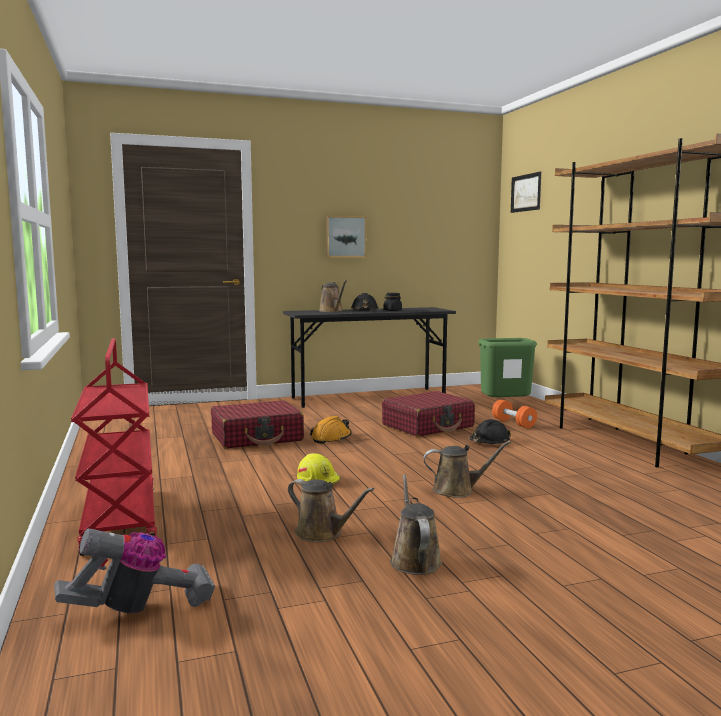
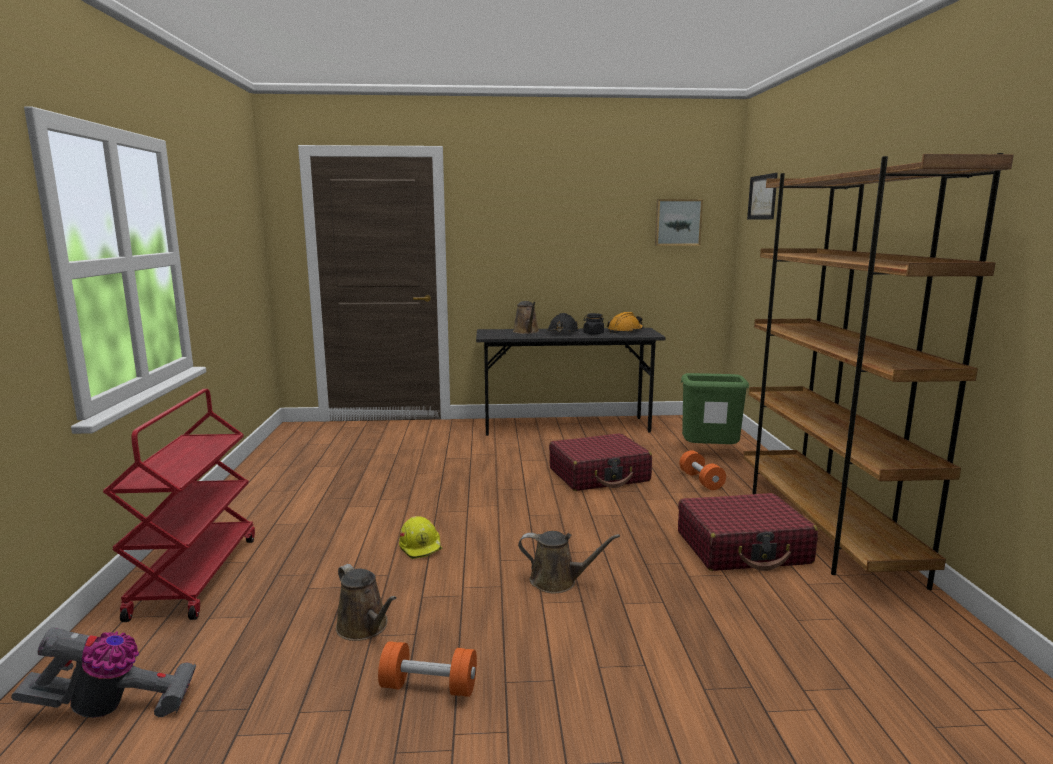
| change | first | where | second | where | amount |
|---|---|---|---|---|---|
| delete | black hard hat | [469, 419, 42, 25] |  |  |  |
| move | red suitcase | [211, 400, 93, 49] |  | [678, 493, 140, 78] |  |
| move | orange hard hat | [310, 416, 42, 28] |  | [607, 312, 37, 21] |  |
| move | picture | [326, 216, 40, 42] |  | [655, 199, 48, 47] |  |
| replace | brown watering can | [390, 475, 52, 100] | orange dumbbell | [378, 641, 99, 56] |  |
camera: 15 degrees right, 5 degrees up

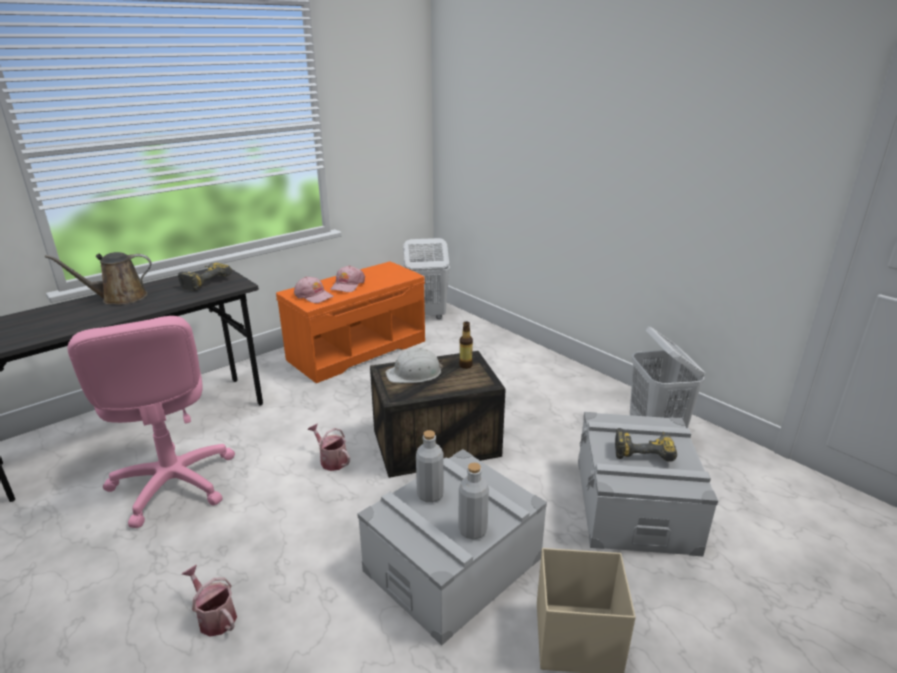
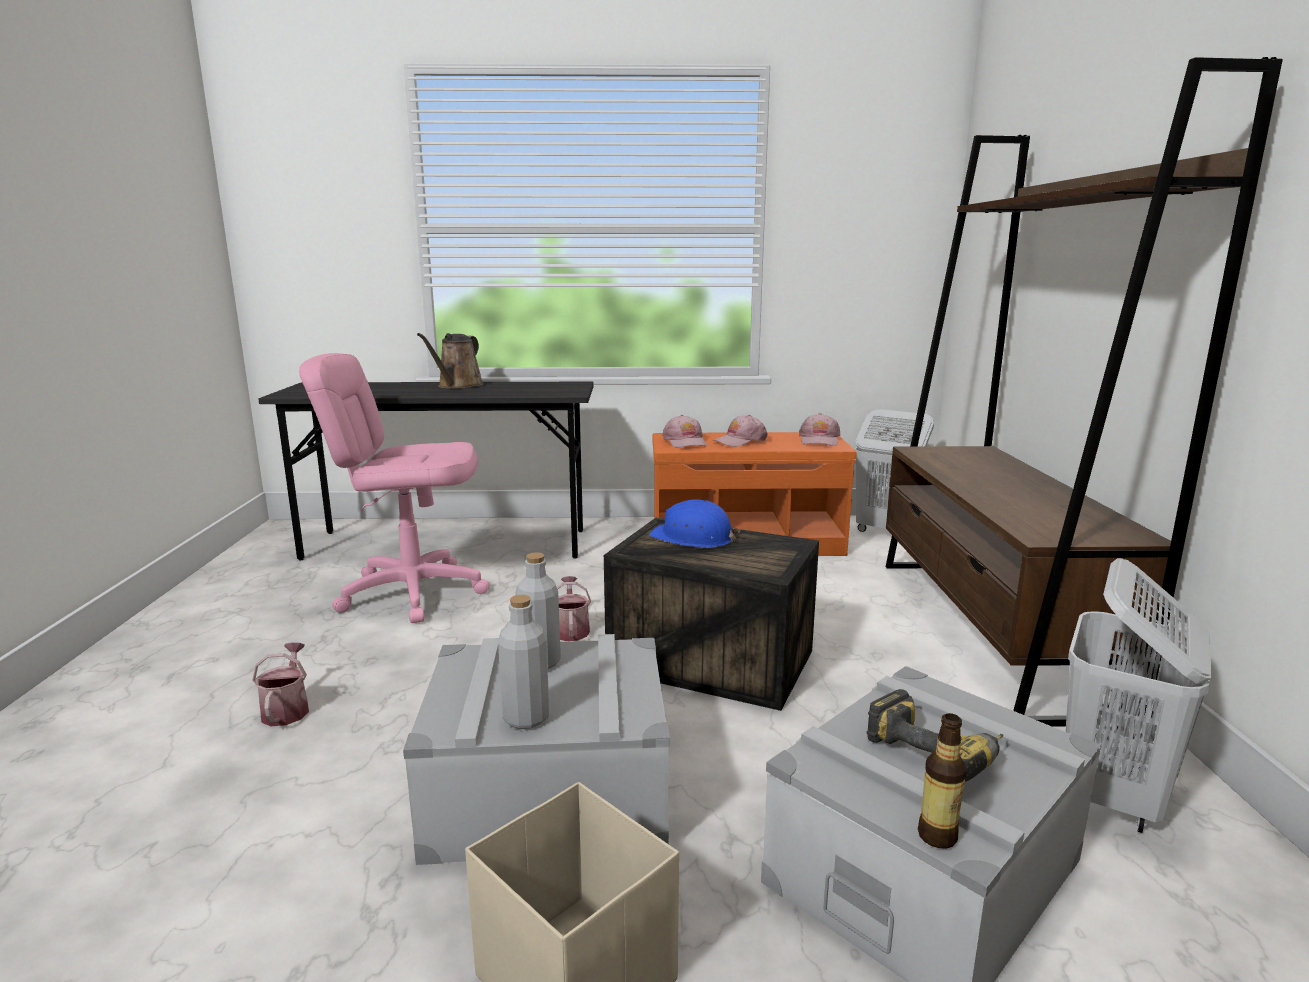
| change | first | where | second | where | amount |
|---|---|---|---|---|---|
| delete | power drill | [178, 263, 54, 28] |  |  |  |
| insert |  |  | pink cap | [799, 413, 41, 33] |  |
| insert |  |  | brown bookcase | [886, 57, 397, 670] |  |
| move | bottle | [459, 321, 14, 48] |  | [918, 713, 48, 136] |  |
| recolor | white hard hat | [385, 348, 58, 35] | blue hard hat | [649, 499, 91, 49] |  |
| rotate | brown watering can | [45, 252, 106, 53] |  | [417, 333, 67, 56] | 90 degrees counterclockwise |
| rotate | pink office chair | [67, 316, 168, 212] |  | [299, 353, 191, 270] | 75 degrees clockwise |
camera: 40 degrees right, 10 degrees down

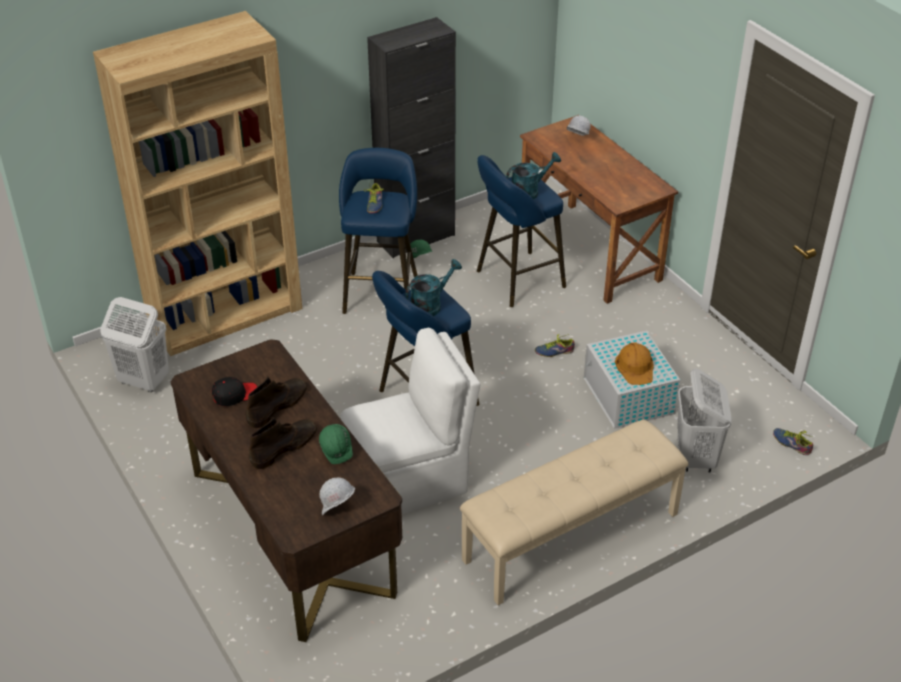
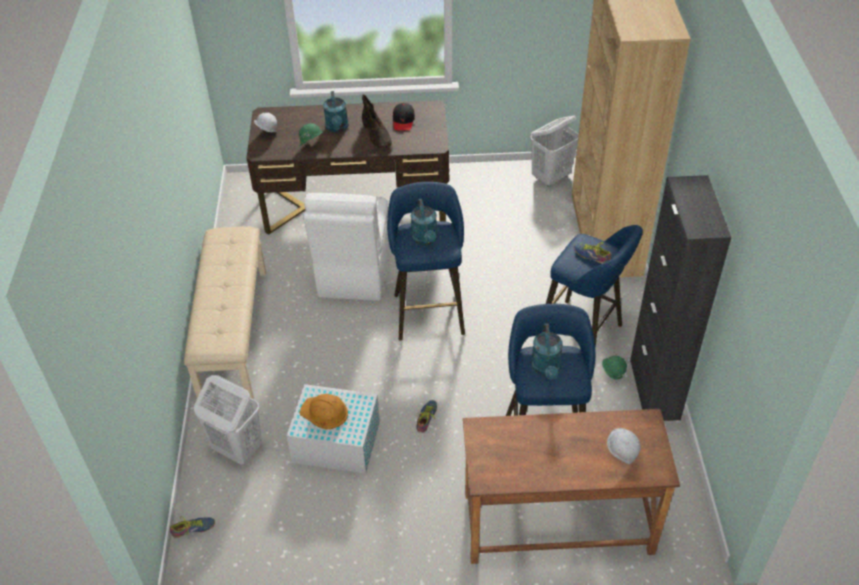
| change | first | where | second | where | amount |
|---|---|---|---|---|---|
| replace | brown boot | [249, 417, 68, 52] | turquoise watering can | [323, 91, 26, 42] |  |
camera: 120 degrees right, 5 degrees up

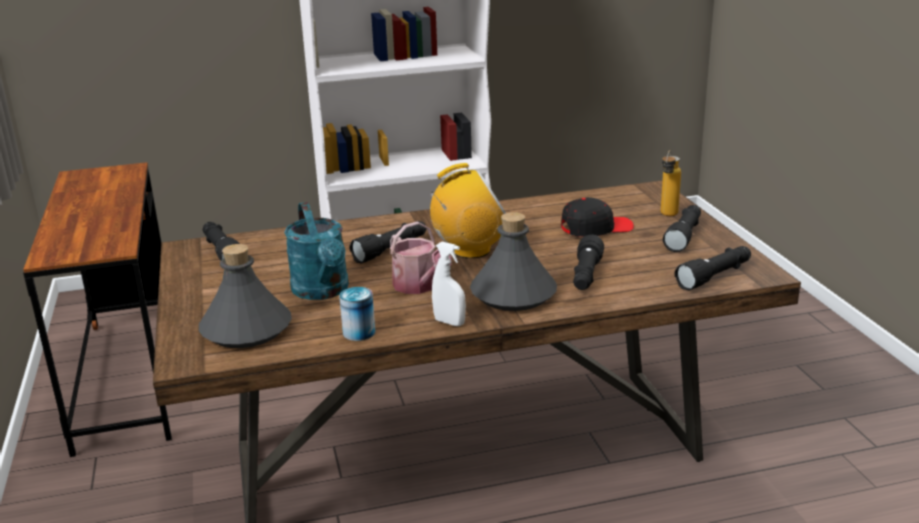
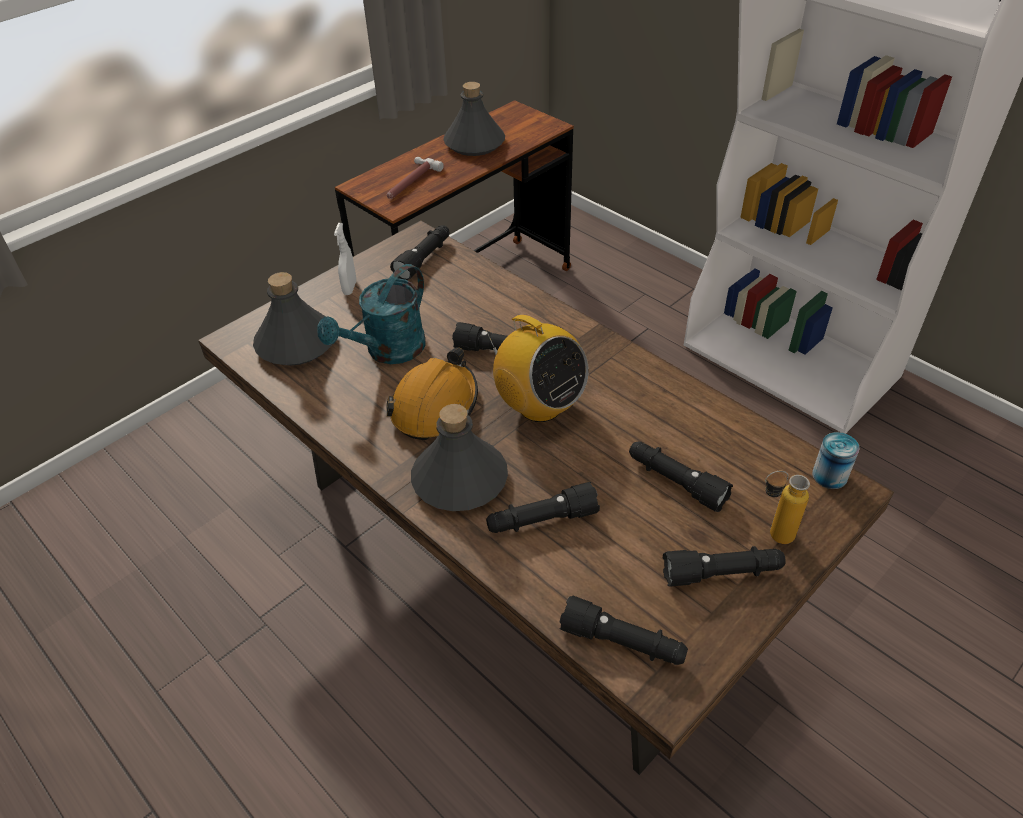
| change | first | where | second | where | amount |
|---|---|---|---|---|---|
| insert |  |  | hammer | [387, 157, 57, 42] |  |
| insert |  |  | grey bottle | [443, 82, 62, 74] |  |
| move | can | [339, 287, 36, 54] |  | [812, 432, 47, 57] |  |
| move | white spray bottle | [432, 242, 34, 84] |  | [334, 223, 22, 72] |  |
| replace | watering can | [390, 221, 62, 73] | orange hard hat | [386, 347, 92, 93] |  |
| replace | black cap | [561, 197, 73, 40] | black flashlight | [629, 442, 104, 70] |  |
camera: 60 degrees right, 20 degrees up

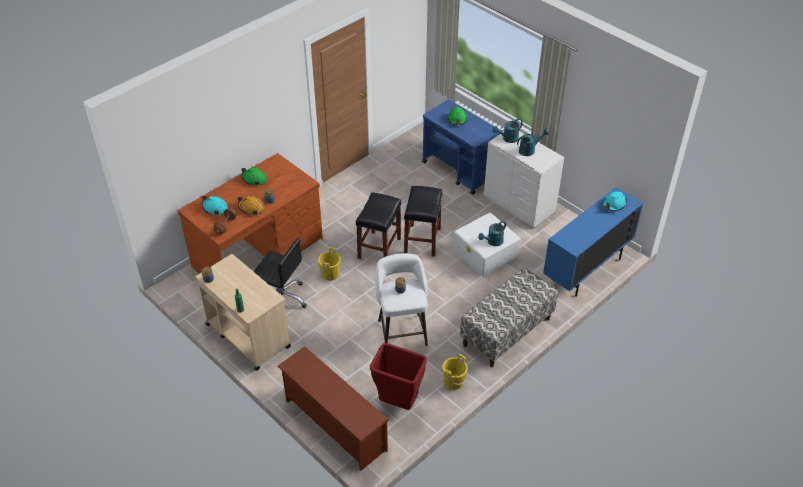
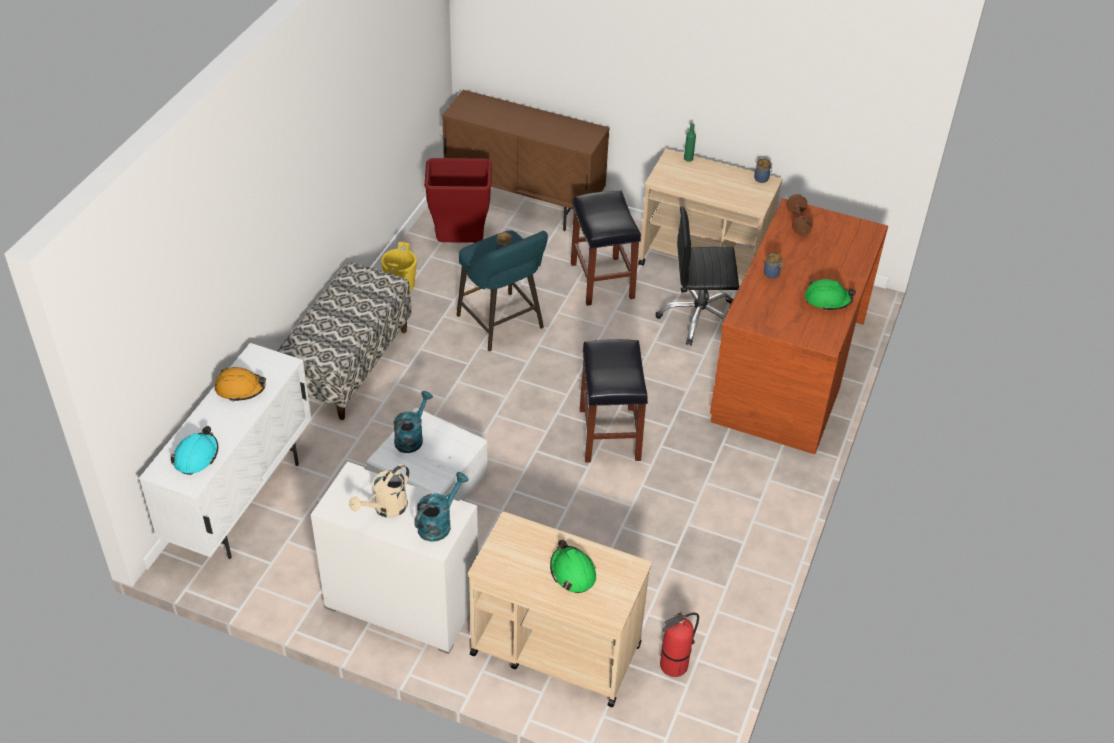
| change | first | where | second | where | amount |
|---|---|---|---|---|---|
| delete | turquoise hard hat | [202, 196, 26, 19] |  |  |  |
| delete | yellow bucket | [318, 247, 23, 33] |  |  |  |
| insert |  |  | fire extinguisher | [660, 611, 39, 66] |  |
| move | orange hard hat | [237, 196, 28, 19] |  | [215, 367, 51, 35] |  |
| move | black stool | [404, 186, 38, 71] |  | [571, 191, 70, 115] |  |
| replace | brown shoe rack | [278, 346, 111, 125] | brown cabinet | [442, 90, 168, 141] |  |
| recolor | white stool | [375, 253, 53, 93] | turquoise stool | [457, 230, 91, 122] |  |
| recolor | blue cart | [422, 99, 79, 96] | beige cart | [468, 512, 184, 195] |  |
| recolor | turquoise watering can | [517, 129, 32, 27] | beige watering can | [349, 464, 60, 54] |  |
| recolor | blue cabinet | [543, 187, 100, 110] | white cabinet | [139, 343, 173, 216] |  |
camera: 155 degrees right, 0 degrees up

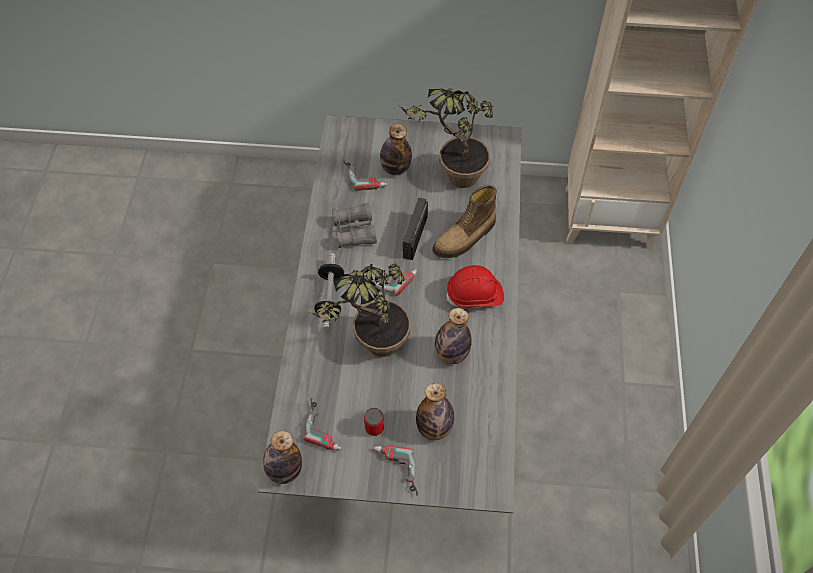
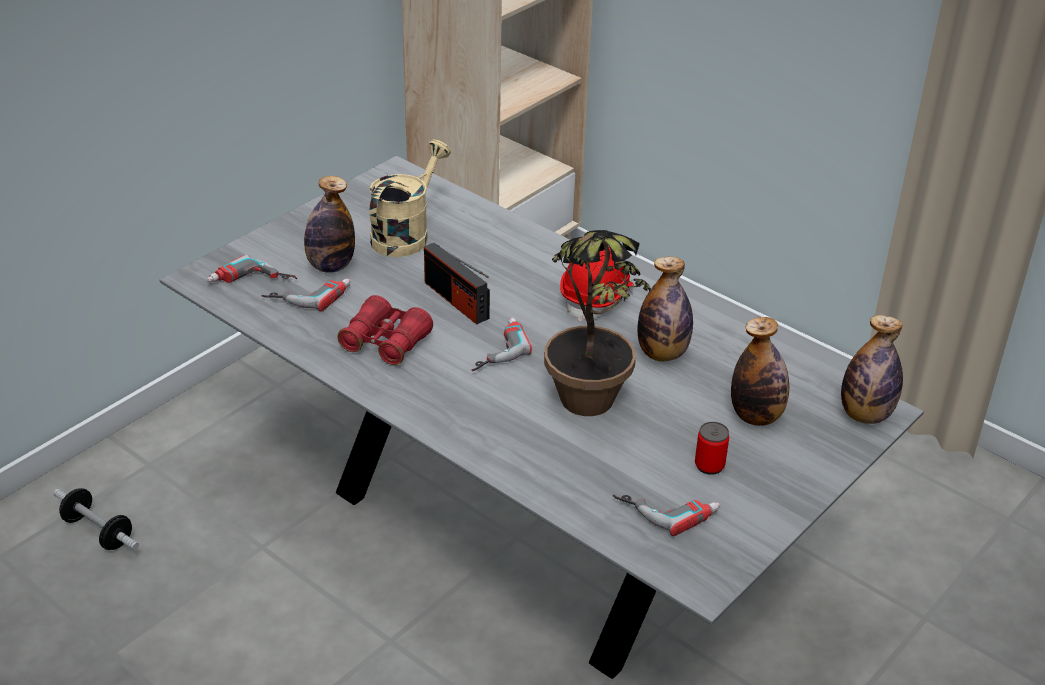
| change | first | where | second | where | amount |
|---|---|---|---|---|---|
| delete | boot | [432, 185, 65, 73] |  |  |  |
| move | bottle | [263, 430, 39, 54] |  | [841, 315, 62, 109] |  |
| move | dumbbell | [314, 253, 30, 76] |  | [54, 488, 85, 62] |  |
| move | power drill | [374, 445, 44, 51] |  | [207, 254, 90, 29] |  |
| replace | potted plant | [398, 88, 95, 100] | beige watering can | [369, 140, 82, 117] |  |
| recolor | grey binoculars | [332, 203, 45, 45] | red binoculars | [337, 295, 96, 70] |  |
camera: 55 degrees left, 20 degrees down

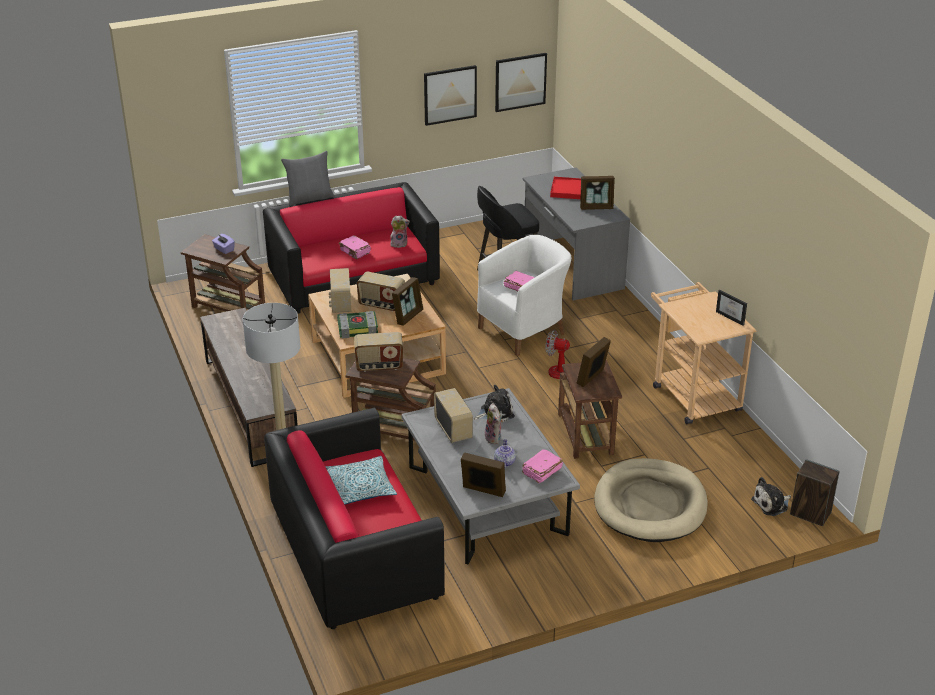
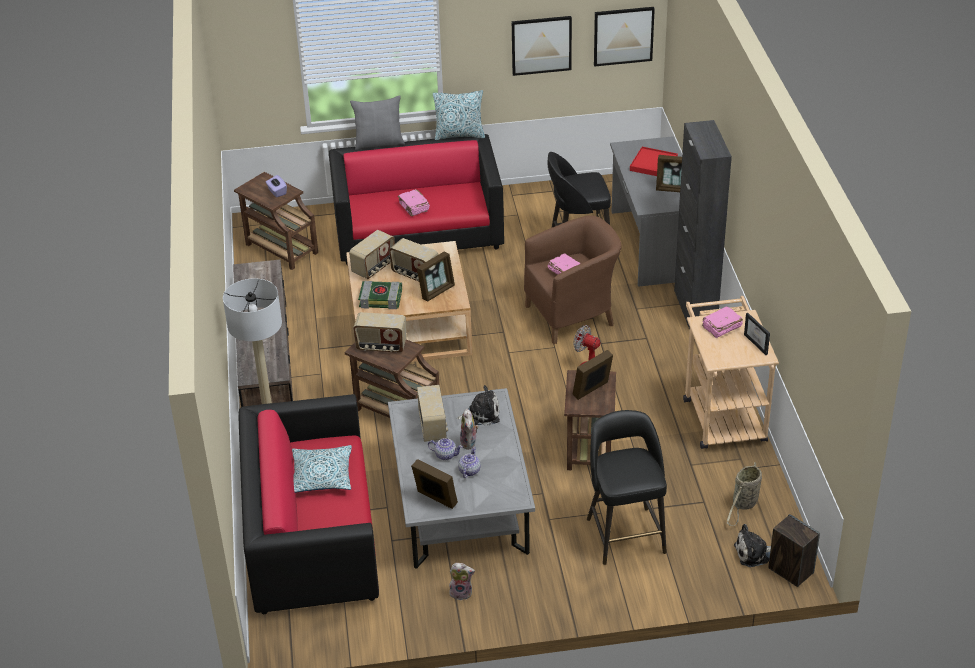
| change | first | where | second | where | amount |
|---|---|---|---|---|---|
| insert |  |  | teapot | [428, 438, 35, 22] |  |
| insert |  |  | pillow | [433, 90, 52, 50] |  |
| insert |  |  | black cabinet | [674, 120, 58, 210] |  |
| insert |  |  | basket | [727, 462, 35, 64] |  |
| move | plush toy | [390, 215, 20, 33] |  | [449, 563, 26, 37] |  |
| move | pink book | [522, 449, 41, 34] |  | [702, 307, 41, 31] |  |
| replace | beige dog bed | [594, 458, 114, 84] | black stool | [587, 410, 80, 155] |  |
| recolor | white armchair | [477, 235, 94, 121] | brown armchair | [524, 215, 97, 129] |  |
| rotate | radio | [329, 268, 22, 45] |  | [349, 230, 46, 49] | 150 degrees counterclockwise |
camera: 15 degrees right, 5 degrees up

